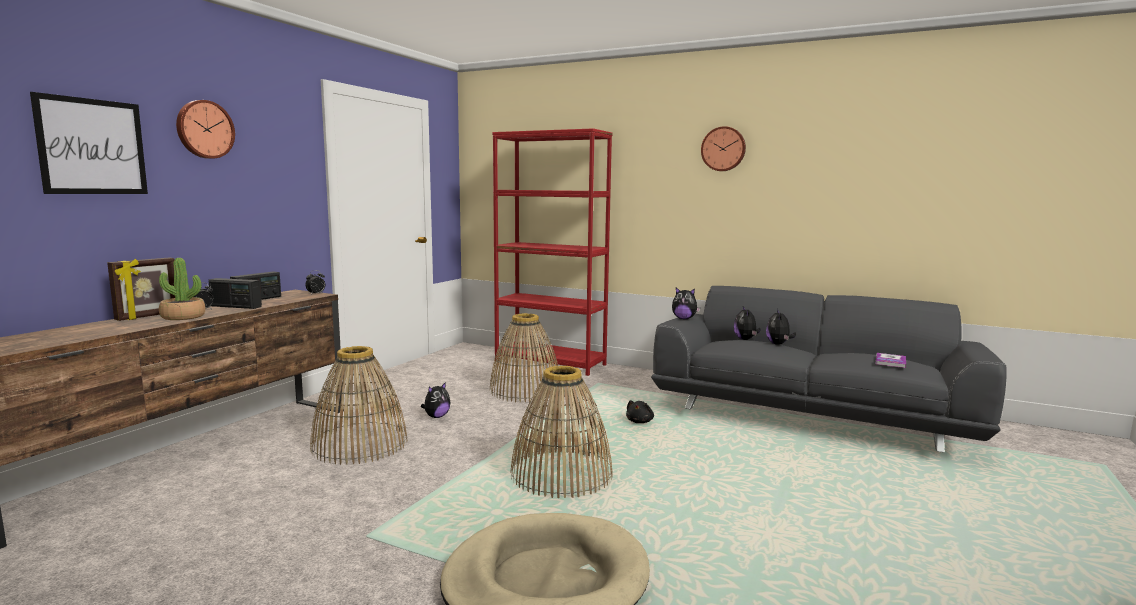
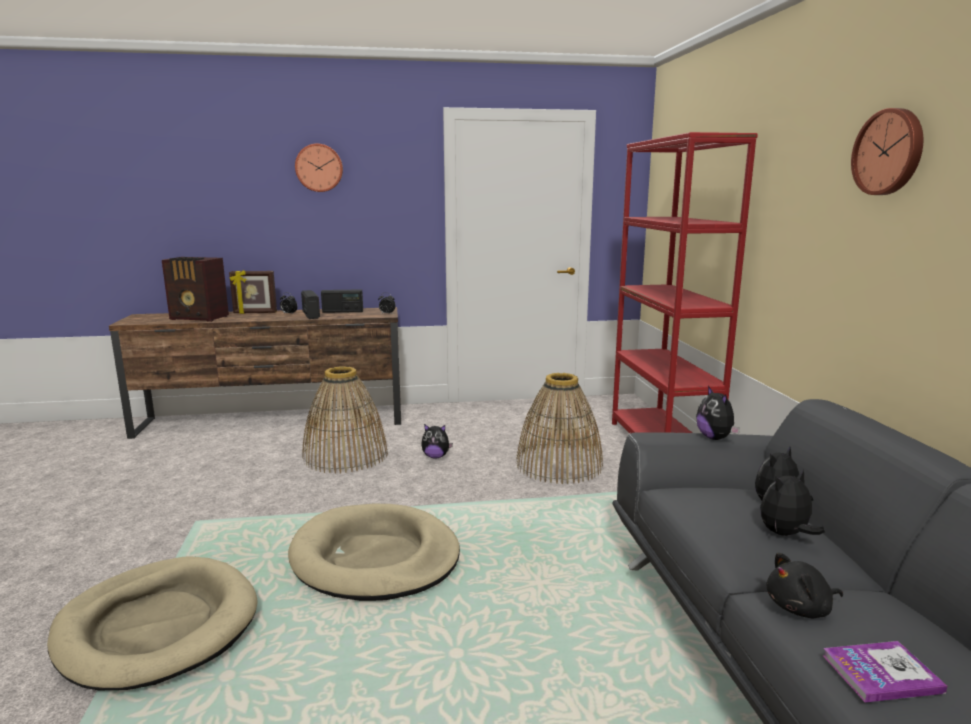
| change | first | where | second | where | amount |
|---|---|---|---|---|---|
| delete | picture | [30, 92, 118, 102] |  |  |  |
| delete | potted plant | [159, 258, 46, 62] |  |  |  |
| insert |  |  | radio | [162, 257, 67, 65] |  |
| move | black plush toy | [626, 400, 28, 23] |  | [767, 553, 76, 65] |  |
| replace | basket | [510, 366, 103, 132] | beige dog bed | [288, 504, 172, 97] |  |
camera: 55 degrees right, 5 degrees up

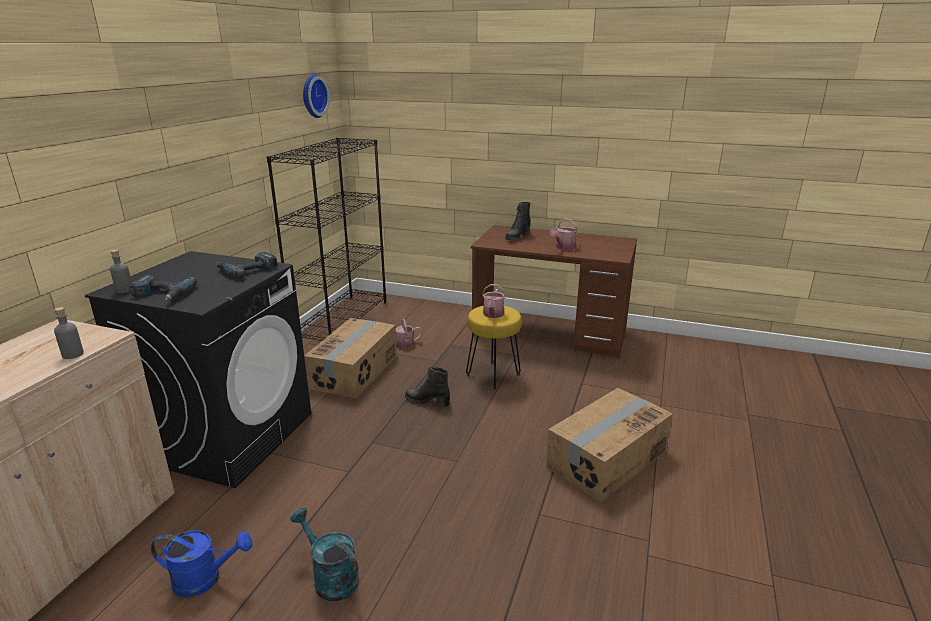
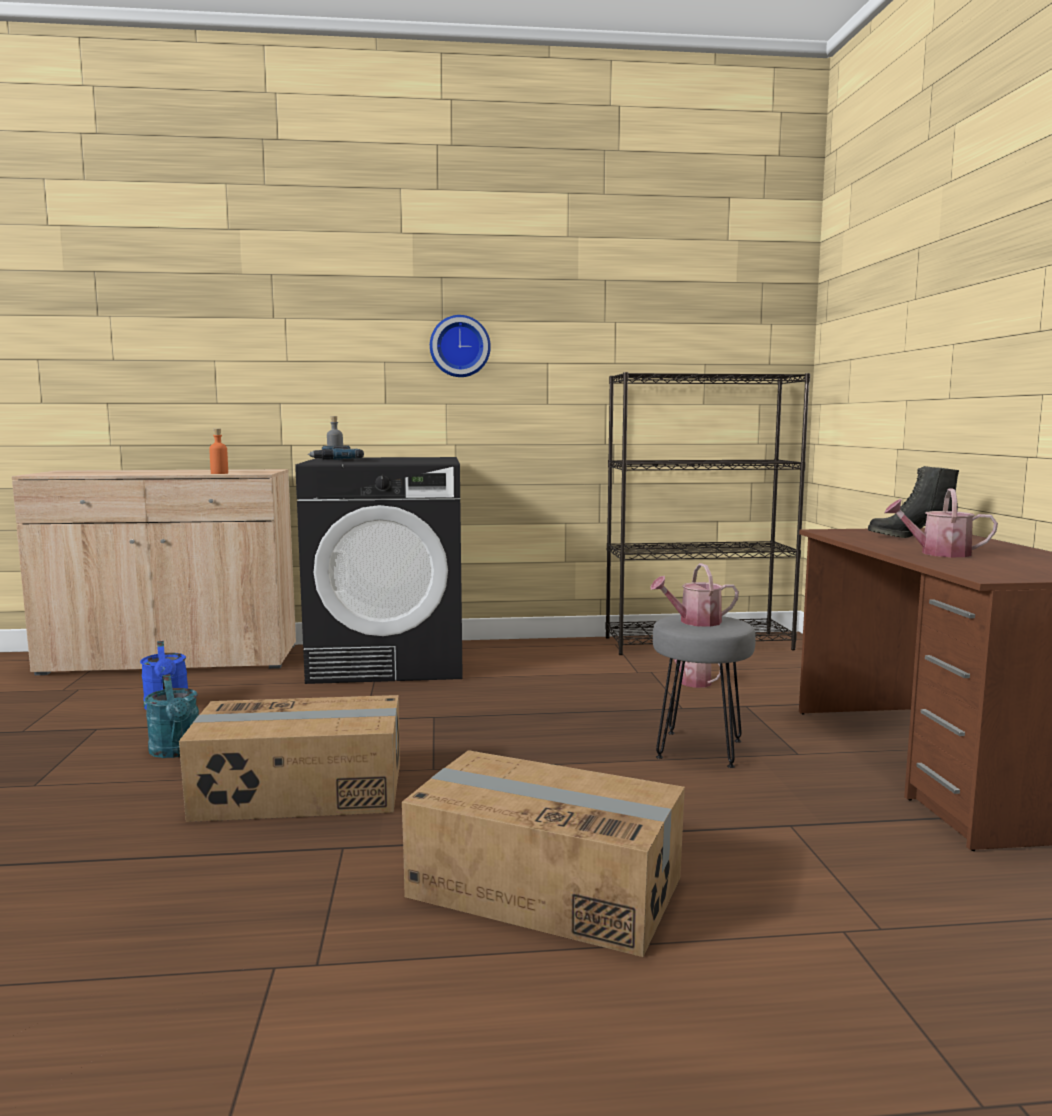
| change | first | where | second | where | amount |
|---|---|---|---|---|---|
| delete | power drill | [216, 252, 62, 26] |  |  |  |
| delete | black boot | [405, 367, 45, 40] |  |  |  |
| move | wall clock | [303, 74, 27, 44] |  | [430, 315, 61, 62] |  |
| move | cardboard box | [304, 318, 92, 81] |  | [179, 695, 221, 127] |  |
| recolor | grey bottle | [54, 307, 30, 52] | orange bottle | [209, 429, 19, 45] |  |
| recolor | yellow stool | [466, 306, 55, 84] | grey stool | [653, 615, 103, 153] |  |
| rotate | turquoise watering can | [290, 508, 69, 93] |  | [145, 674, 54, 84] | 135 degrees clockwise |
camera: 65 degrees right, 15 degrees down

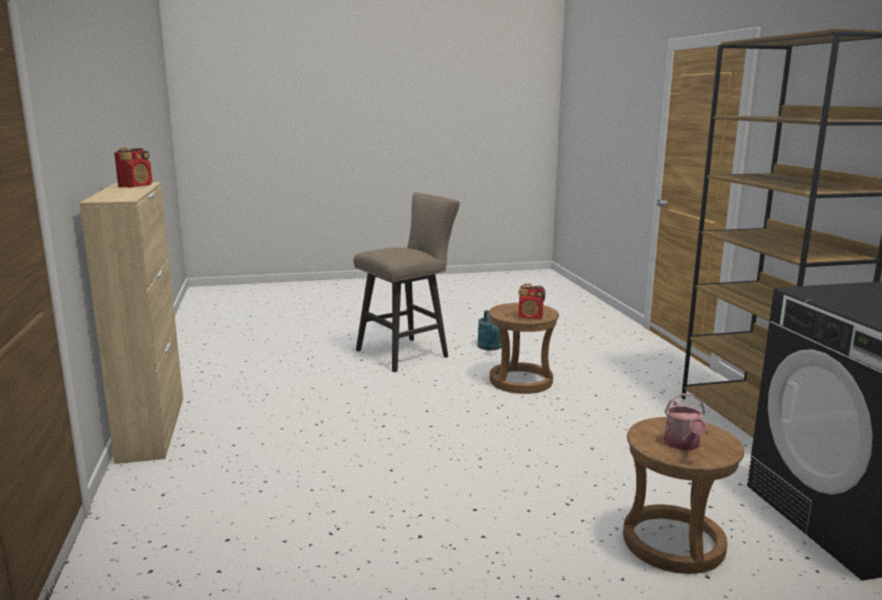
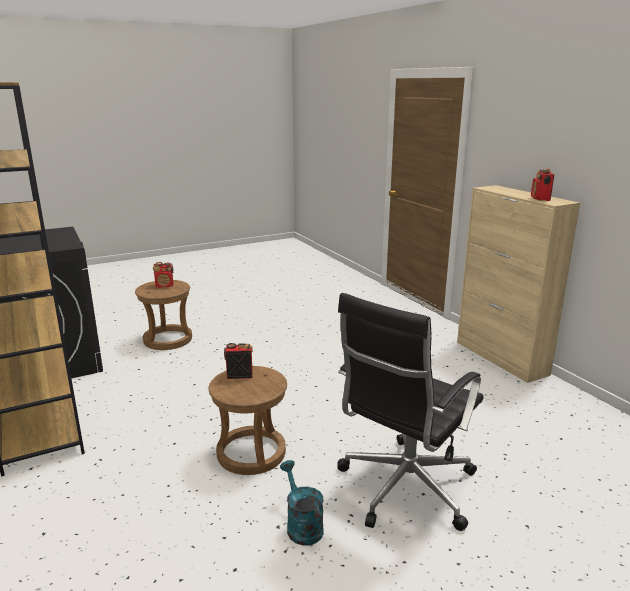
| change | first | where | second | where | amount |
|---|---|---|---|---|---|
| replace | beige stool | [354, 192, 106, 180] | black office chair | [337, 293, 147, 238] |  |
| replace | watering can | [664, 393, 43, 57] | radio | [153, 262, 20, 26] |  |
camera: 165 degrees right, 5 degrees up

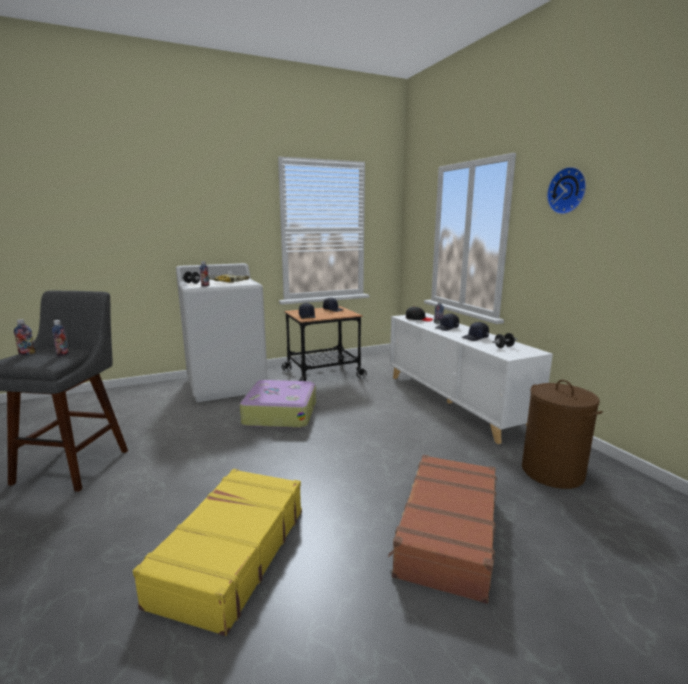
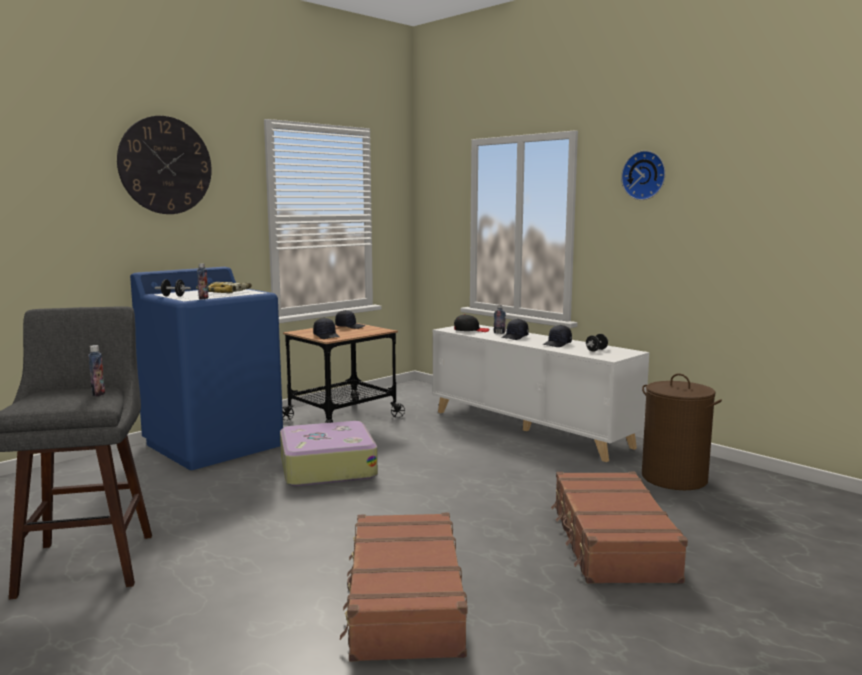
| change | first | where | second | where | amount |
|---|---|---|---|---|---|
| delete | bottle | [14, 319, 22, 36] |  |  |  |
| insert |  |  | wall clock | [117, 116, 95, 98] |  |
| recolor | yellow suitcase | [133, 469, 169, 167] | brown suitcase | [340, 513, 127, 149] |  |
| recolor | white washing machine | [176, 263, 92, 139] | blue washing machine | [130, 267, 153, 203] |  |
camera: 20 degrees left, 5 degrees down

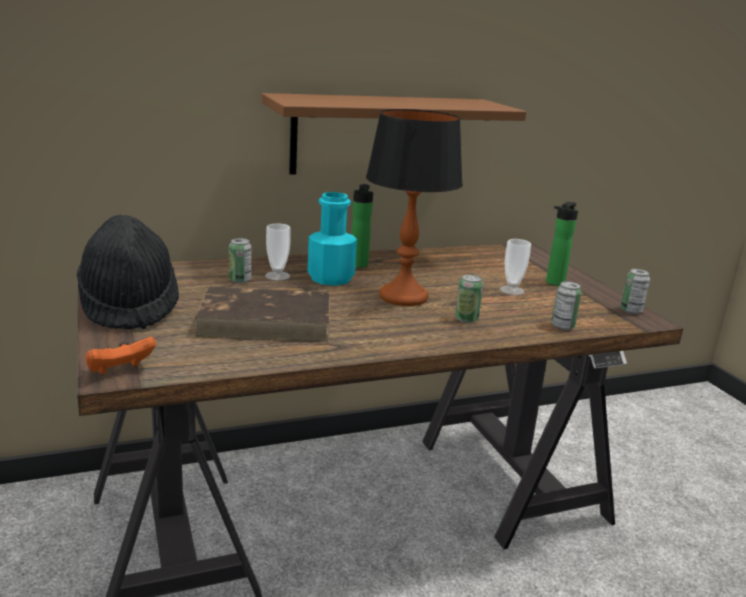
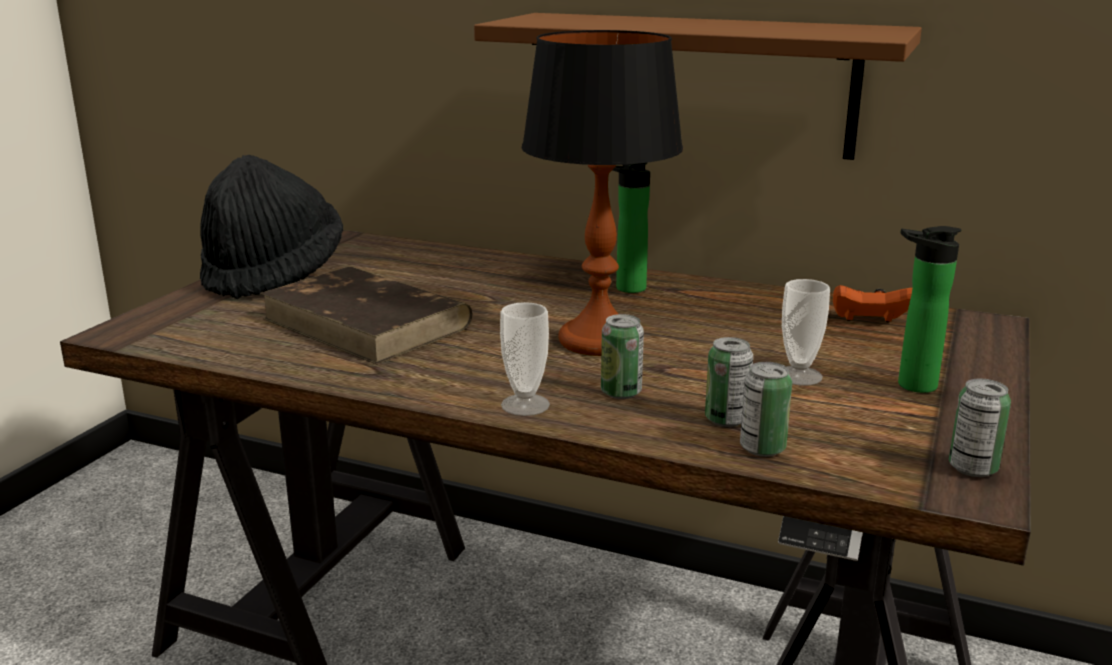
| change | first | where | second | where | amount |
|---|---|---|---|---|---|
| delete | turquoise bottle | [308, 192, 49, 94] |  |  |  |
| move | orange game controller | [86, 337, 70, 37] |  | [833, 285, 79, 37] |  |
| move | can | [229, 238, 22, 45] |  | [705, 337, 48, 90] |  |
| move | cup | [265, 224, 26, 56] |  | [500, 302, 50, 114] |  |
camera: 45 degrees right, 0 degrees up

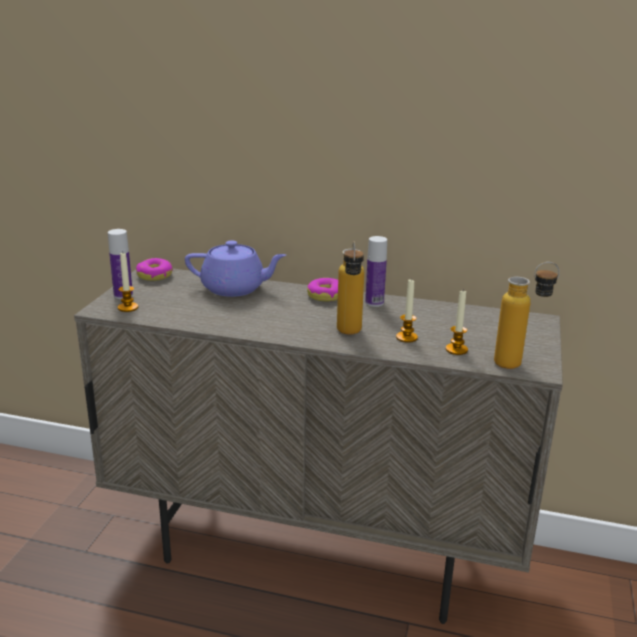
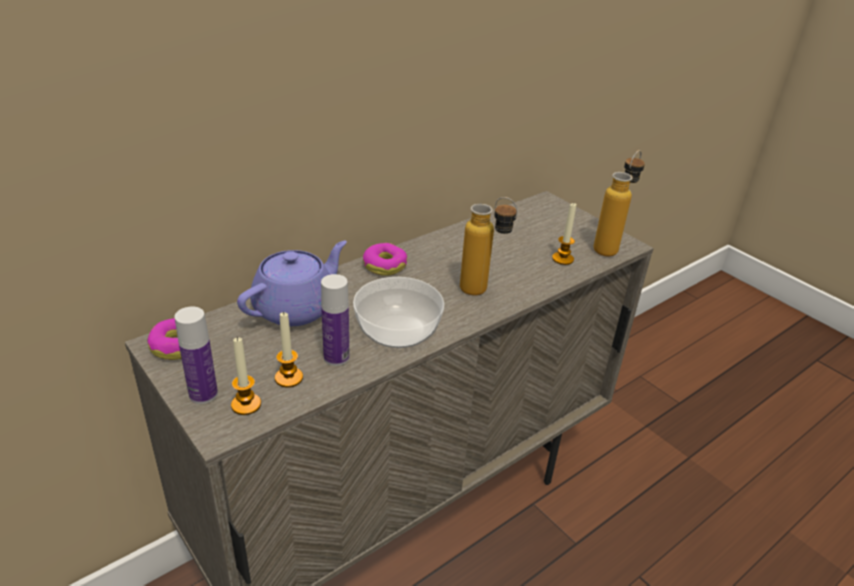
| change | first | where | second | where | amount |
|---|---|---|---|---|---|
| insert |  |  | bowl | [353, 277, 91, 71] |  |
| move | bottle | [365, 236, 22, 71] |  | [321, 274, 28, 92] |  |
| move | candle | [396, 278, 22, 65] |  | [275, 311, 28, 77] |  |
camera: 55 degrees left, 10 degrees up

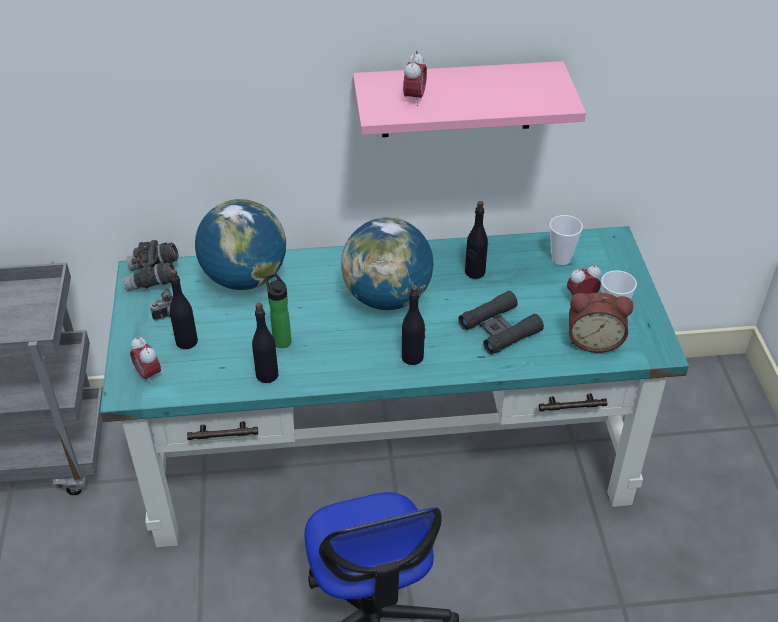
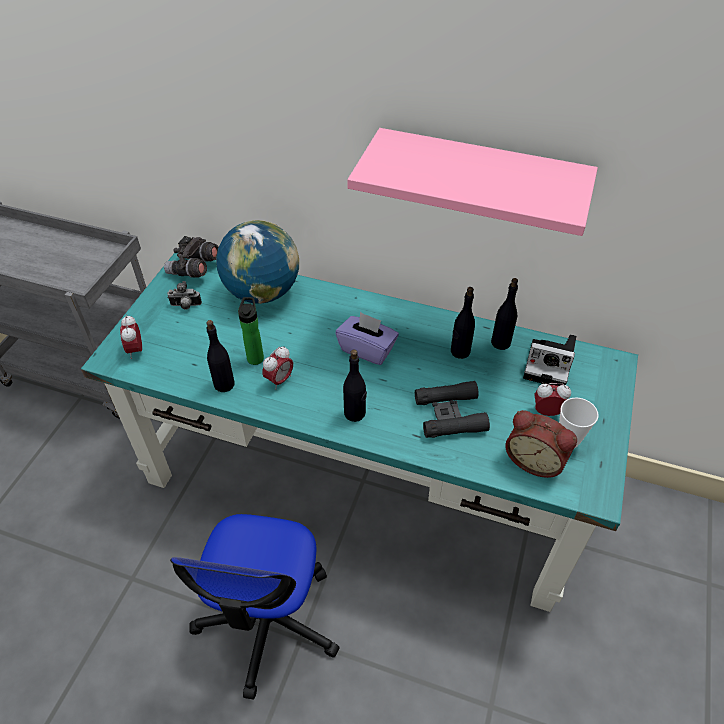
| change | first | where | second | where | amount |
|---|---|---|---|---|---|
| move | black bottle | [170, 270, 28, 79] |  | [491, 278, 27, 72] |  |
| move | alarm clock | [403, 51, 24, 55] |  | [262, 347, 31, 43] |  |
| replace | globe | [341, 218, 93, 92] | purple tissue box | [336, 312, 63, 53] |  |
| replace | cup | [550, 215, 33, 50] | photo camera | [523, 334, 53, 52] |  |
camera: 25 degrees right, 5 degrees up

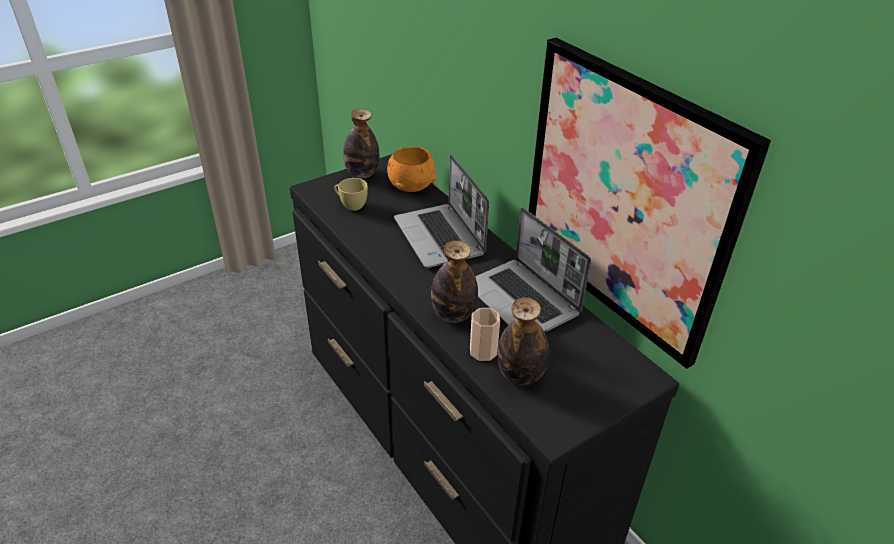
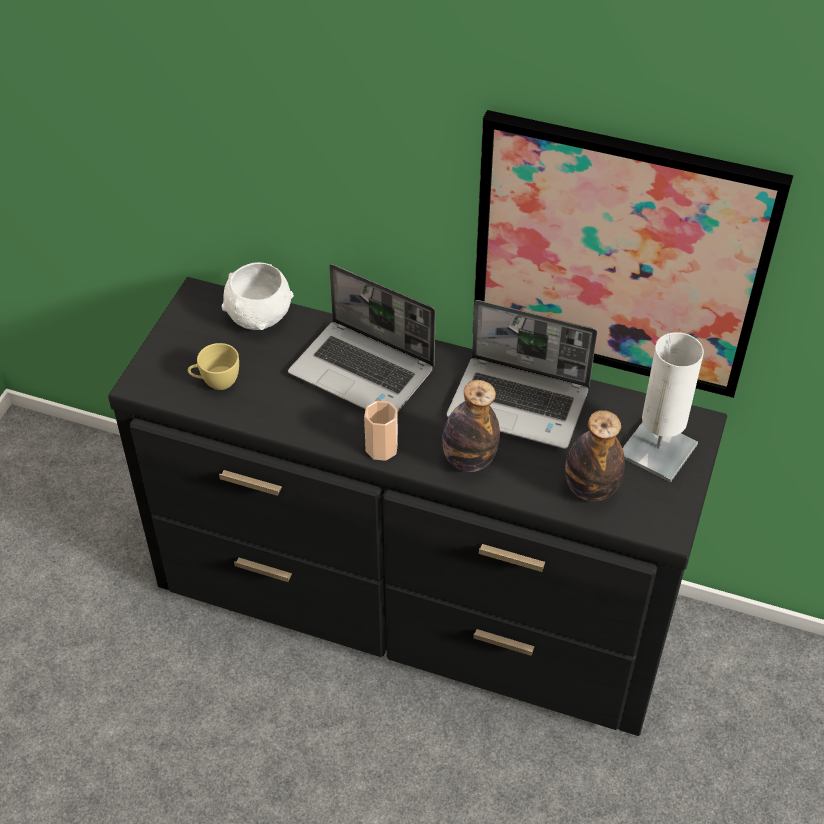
| change | first | where | second | where | amount |
|---|---|---|---|---|---|
| delete | bottle | [343, 109, 36, 69] |  |  |  |
| insert |  |  | white table lamp | [622, 332, 82, 151] |  |
| move | cup | [470, 308, 30, 53] |  | [364, 401, 34, 60] |  |
| recolor | orange bowl | [387, 147, 49, 45] | white bowl | [222, 262, 72, 68] |  |
camera: 35 degrees left, 10 degrees up

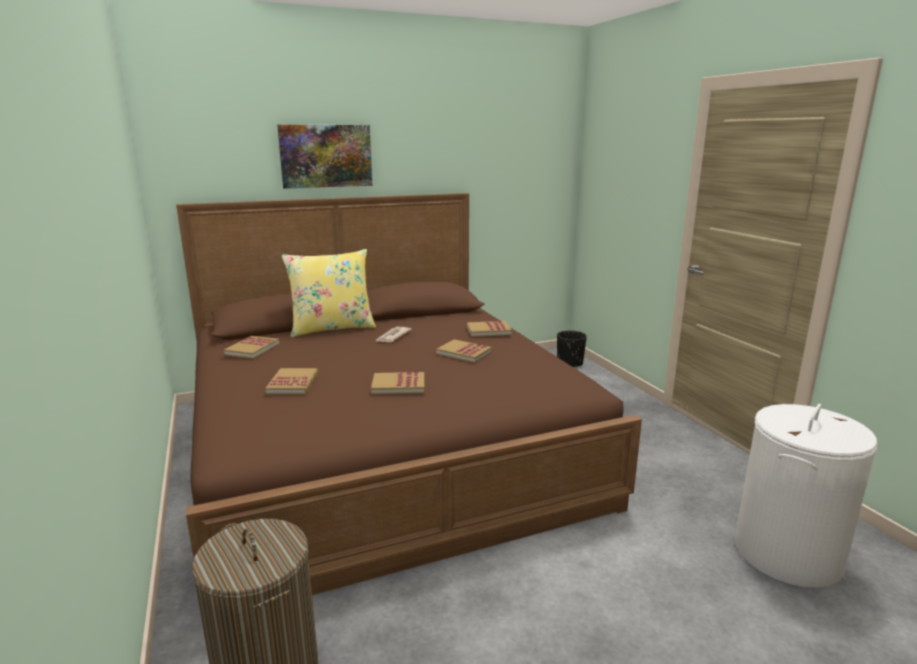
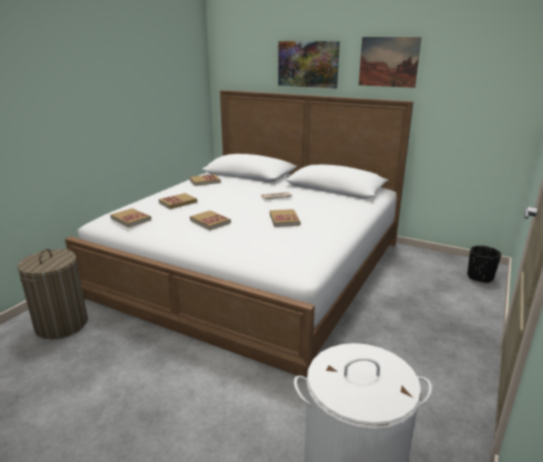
| change | first | where | second | where | amount |
|---|---|---|---|---|---|
| delete | yellow pillow | [282, 249, 94, 88] |  |  |  |
| insert |  |  | picture | [359, 37, 63, 51] |  |
| move | book | [467, 321, 45, 16] |  | [110, 208, 41, 19] |  |
| recolor | brown bed | [176, 193, 466, 402] | white bed | [65, 90, 349, 288] |  |
camera: 50 degrees right, 5 degrees up

